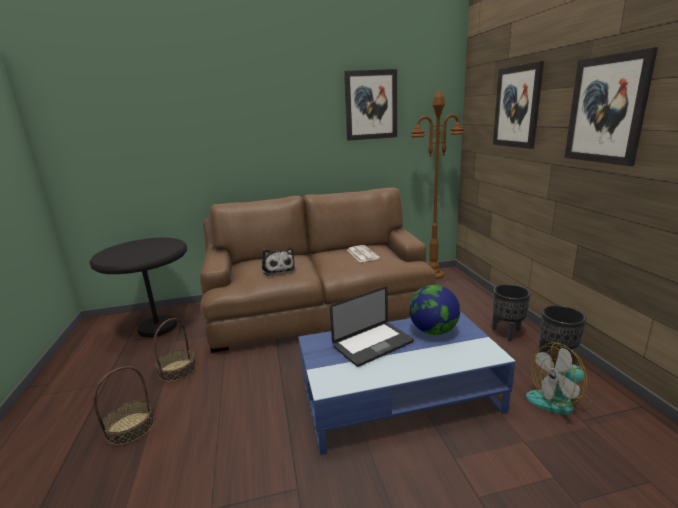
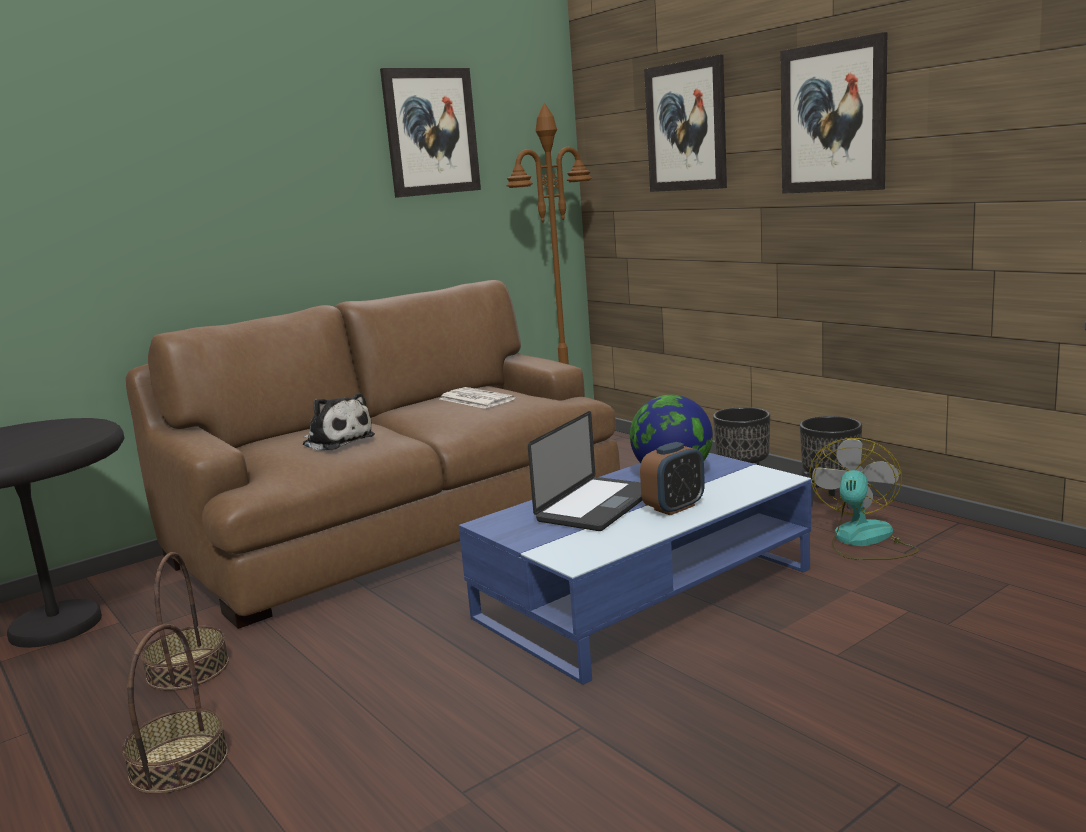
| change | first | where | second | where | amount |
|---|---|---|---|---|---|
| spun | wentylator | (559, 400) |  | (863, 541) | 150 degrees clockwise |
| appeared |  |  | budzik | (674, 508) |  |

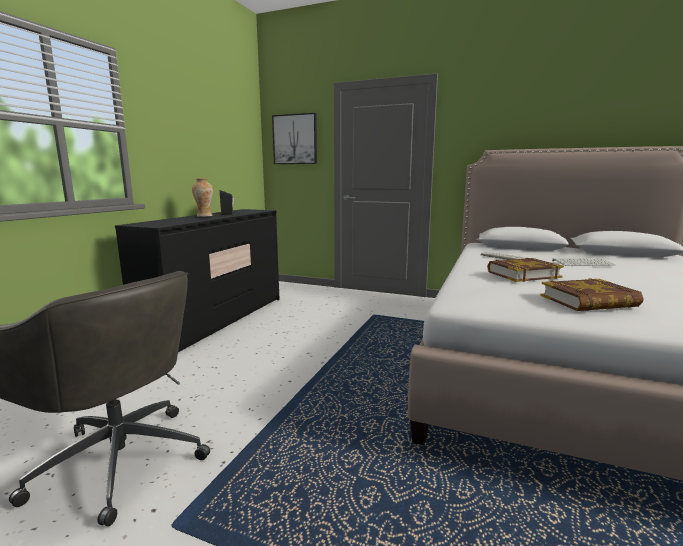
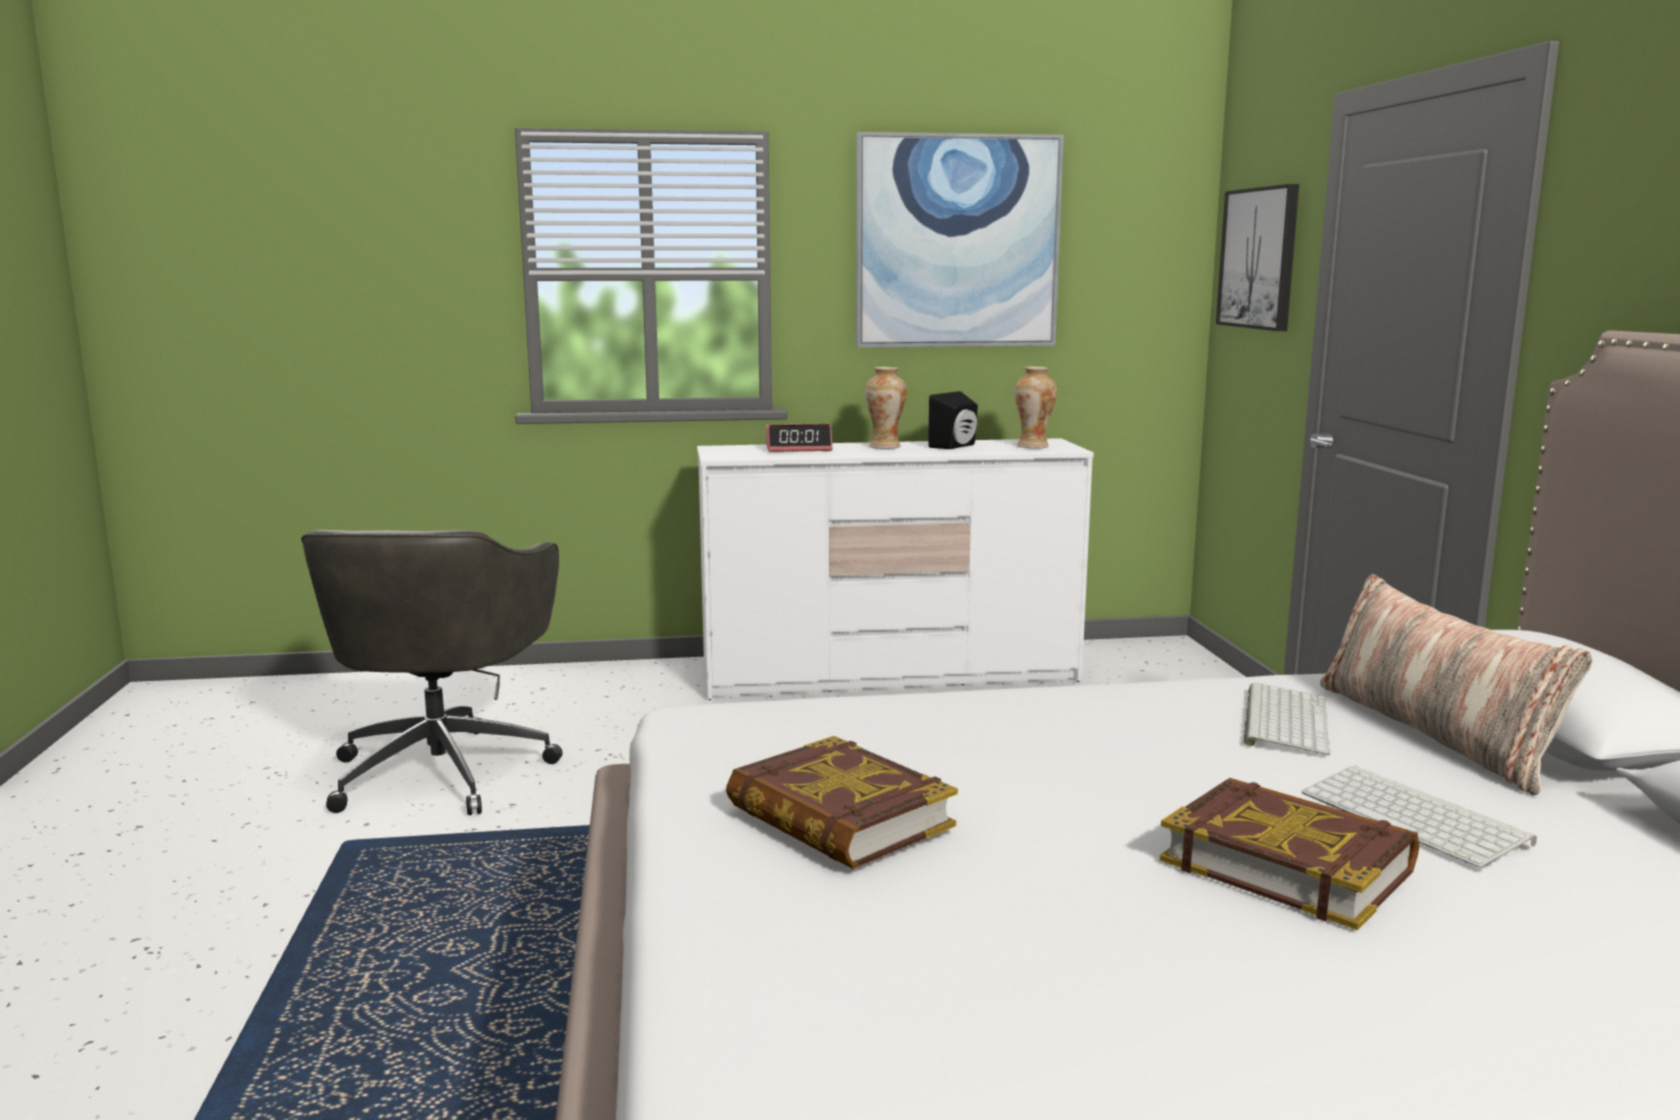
| change | first | where | second | where | amount |
|---|---|---|---|---|---|
| colour | komoda/czarny | (218, 321) | komoda/biały | (890, 675) |  |
| relocated | książka | (523, 274) |  | (1287, 864) |  |
| appeared |  |  | budzik | (799, 448) |  |
| appeared |  |  | obraz | (957, 242) |  |
| appeared |  |  | wazon | (1033, 446) |  |
| appeared |  |  | poduszka | (1435, 733) |  |

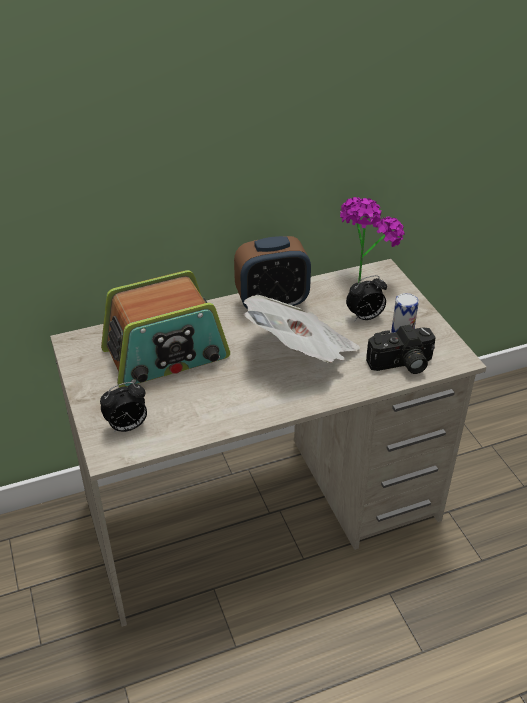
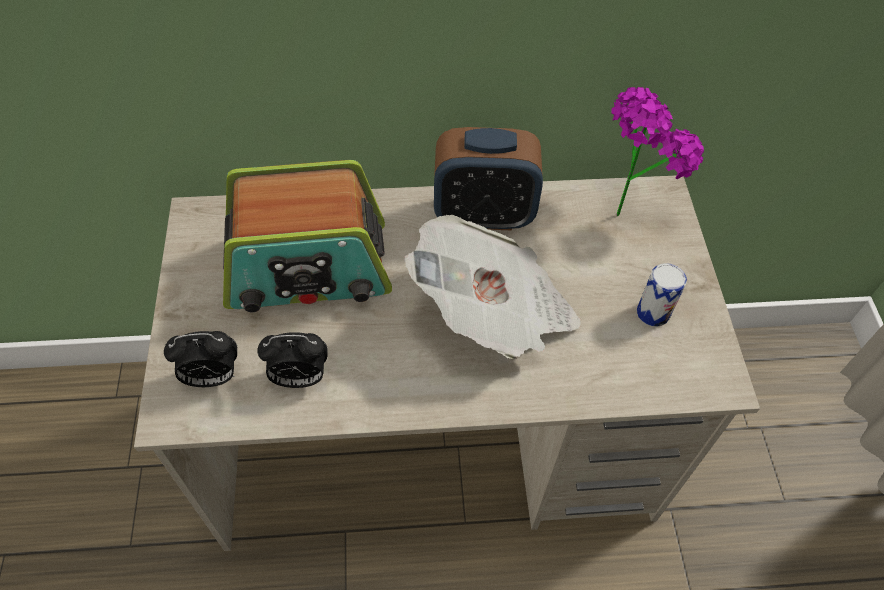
| change | first | where | second | where | amount |
|---|---|---|---|---|---|
| relocated | budzik | (365, 317) |  | (299, 378) |  |
| missing | aparat fotograficzny | (401, 364) |  |  |  |

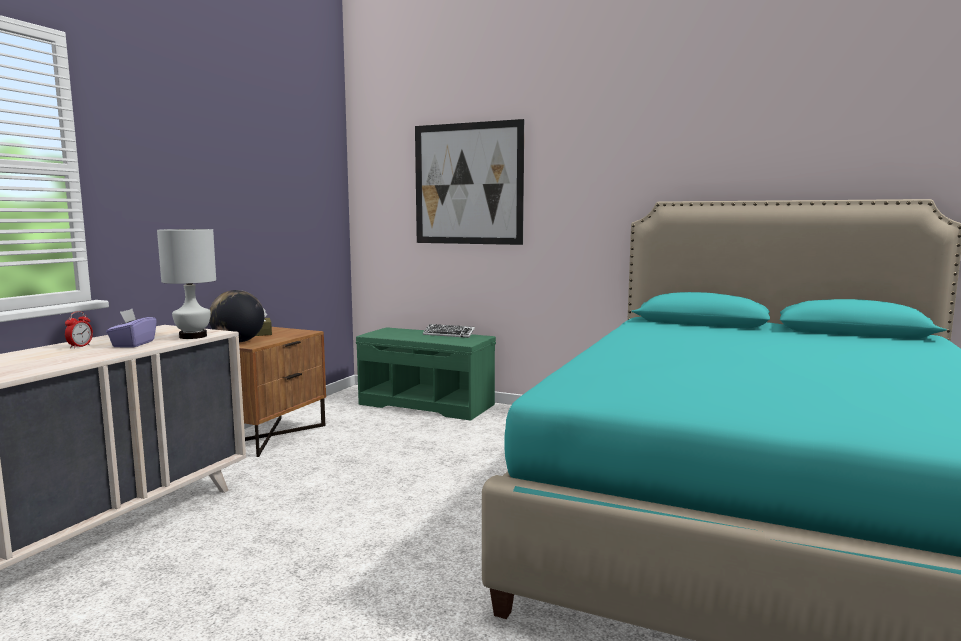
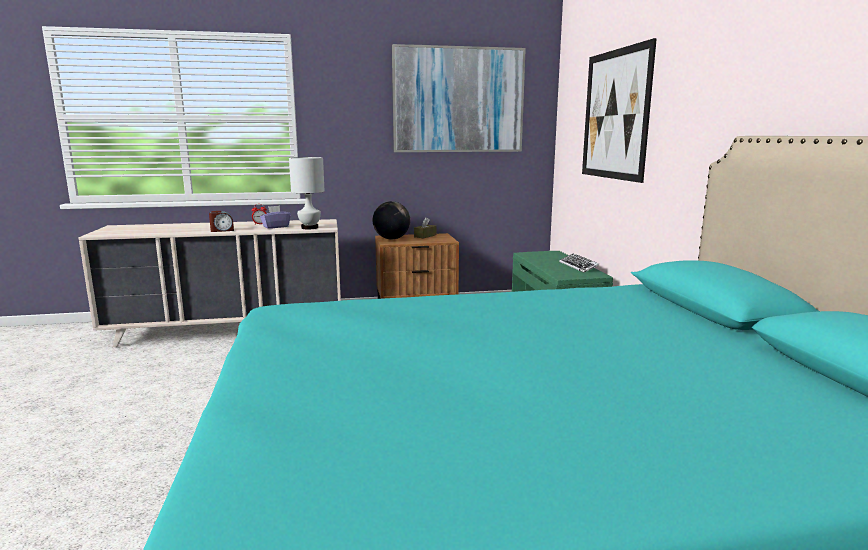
| change | first | where | second | where | amount |
|---|---|---|---|---|---|
| appeared |  |  | budzik | (222, 230) |  |
| appeared |  |  | obraz | (458, 100) |  |

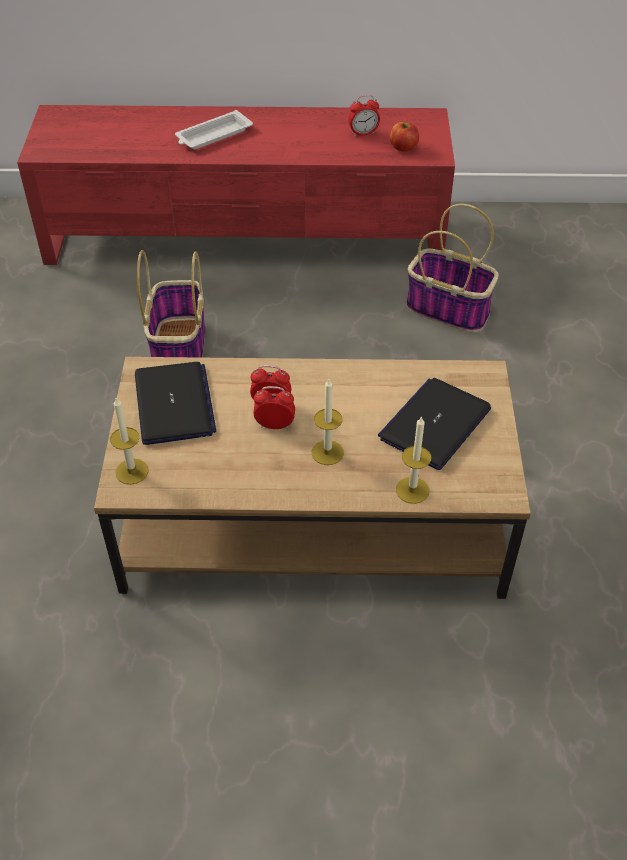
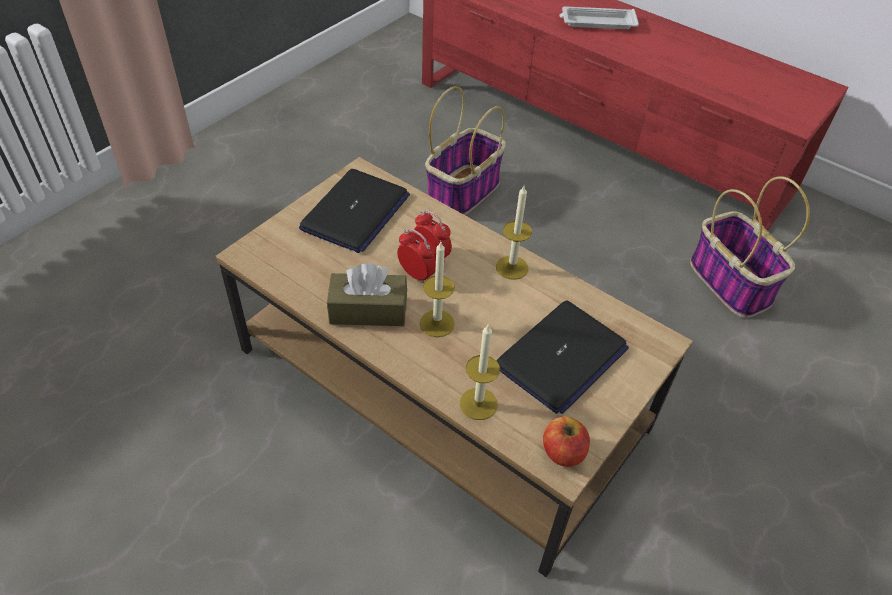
| change | first | where | second | where | amount |
|---|---|---|---|---|---|
| relocated | świeca | (132, 471) |  | (512, 267) |  |
| missing | budzik | (363, 133) |  |  |  |
| spun | laptop | (435, 424) |  | (561, 357) | 150 degrees clockwise |
| relocated | jabłko | (403, 147) |  | (563, 452) |  |
| appeared |  |  | pudełko chusteczek/brązowy | (368, 310) |  |

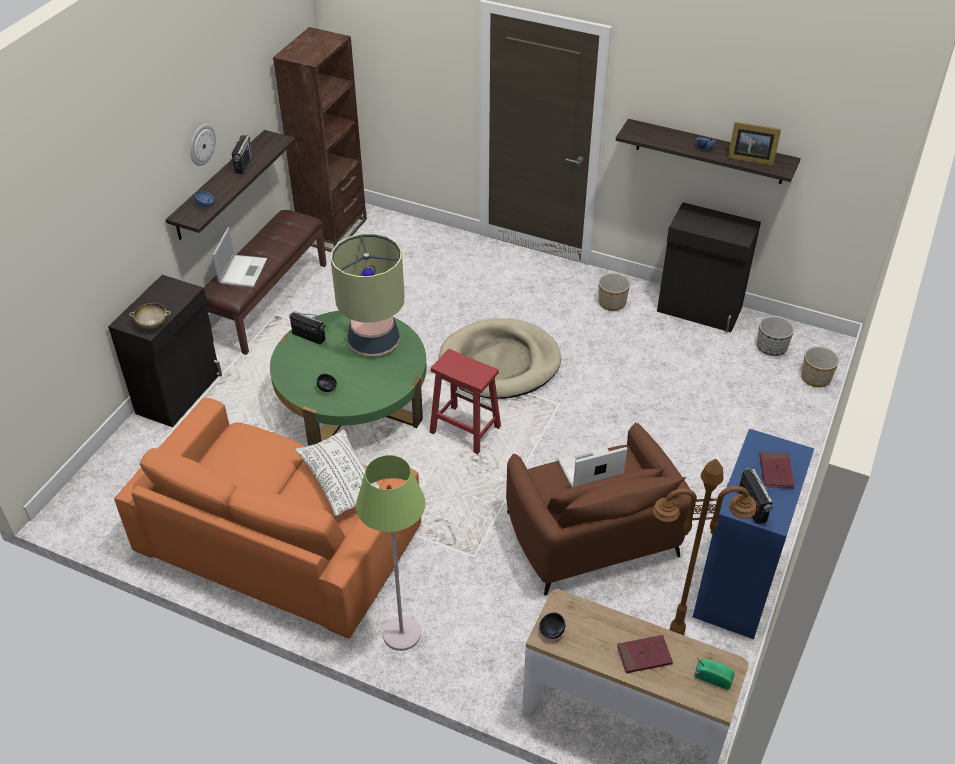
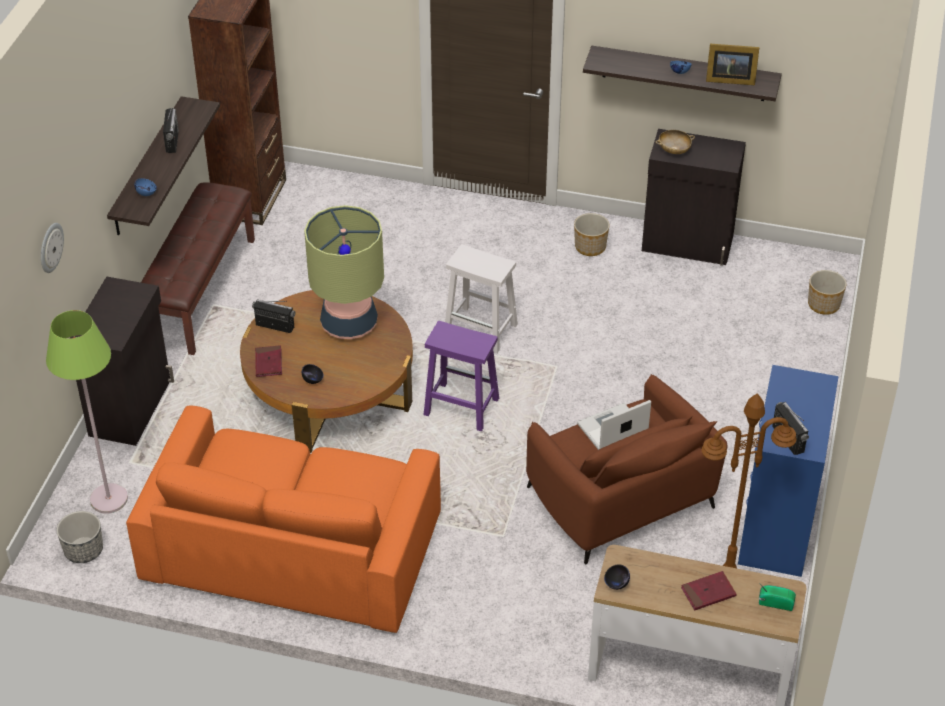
| change | first | where | second | where | amount |
|---|---|---|---|---|---|
| relocated | miska/beżowy | (152, 323) |  | (674, 150) |  |
| relocated | zegar ścienny | (201, 144) |  | (50, 247) |  |
| missing | laptop | (243, 271) |  |  |  |
| colour | ława/zielony | (352, 401) | ława/brązowy | (329, 392) |  |
| missing | poduszka/biały | (341, 480) |  |  |  |
| relocated | lampa stojąca/zielony | (401, 634) |  | (108, 499) |  |
| colour | stołek/czerwony | (464, 429) | stołek/fioletowy | (460, 406) |  |
| exchanged | legowisko/beżowy | (500, 363) | stołek/biały | (481, 330) |  |
| relocated | donica | (771, 347) |  | (83, 550) |  |
| relocated | książka/czerwony | (776, 472) |  | (268, 363) |  |

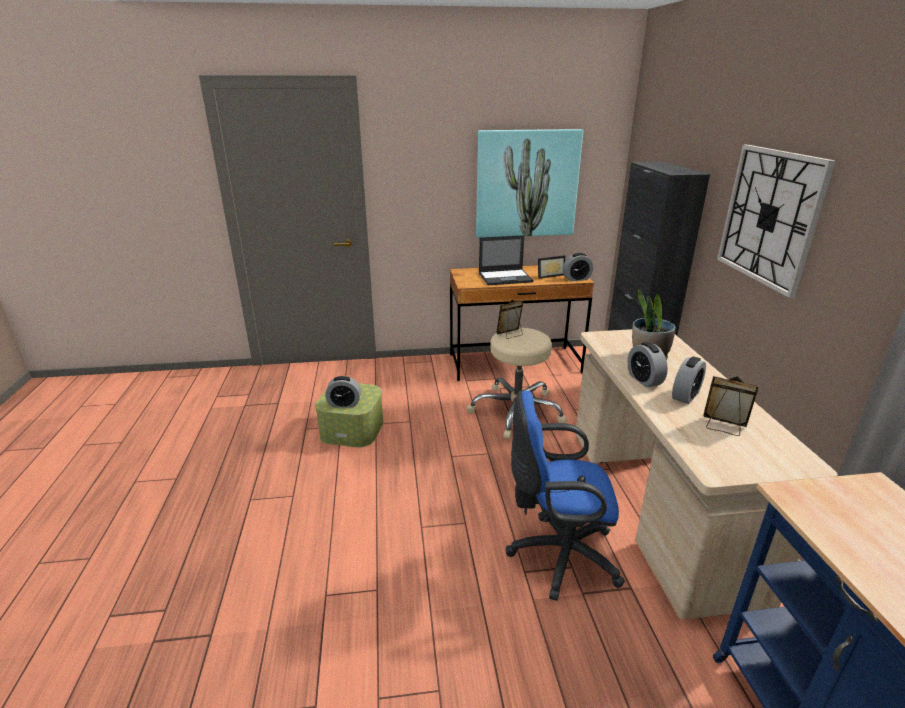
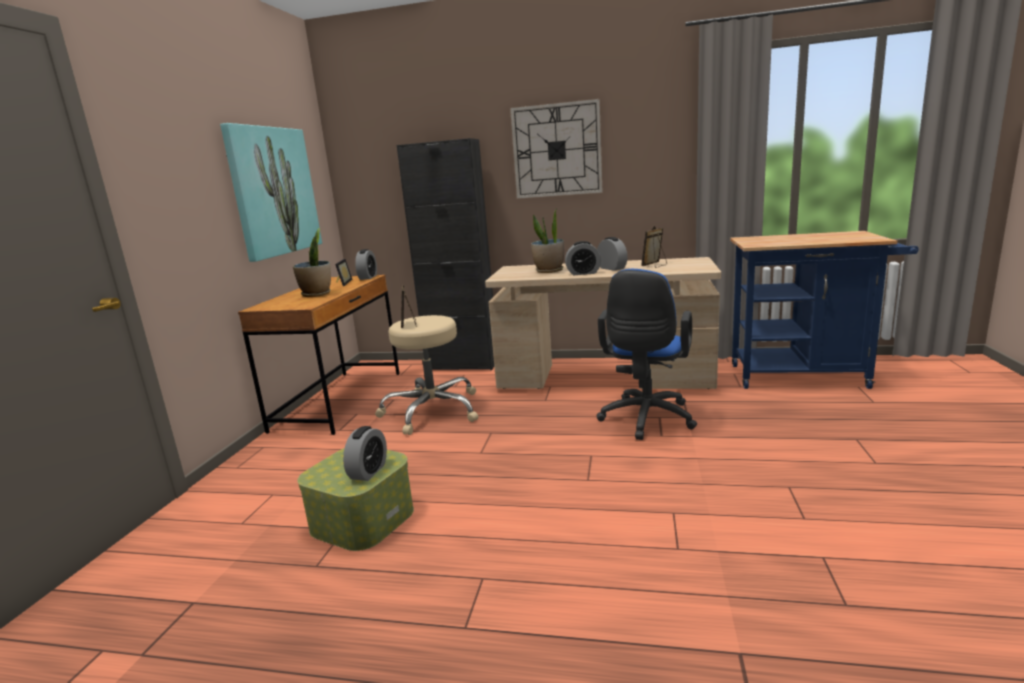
| change | first | where | second | where | amount |
|---|---|---|---|---|---|
| exchanged | laptop | (505, 277) | roślina doniczkowa | (317, 294) |  |

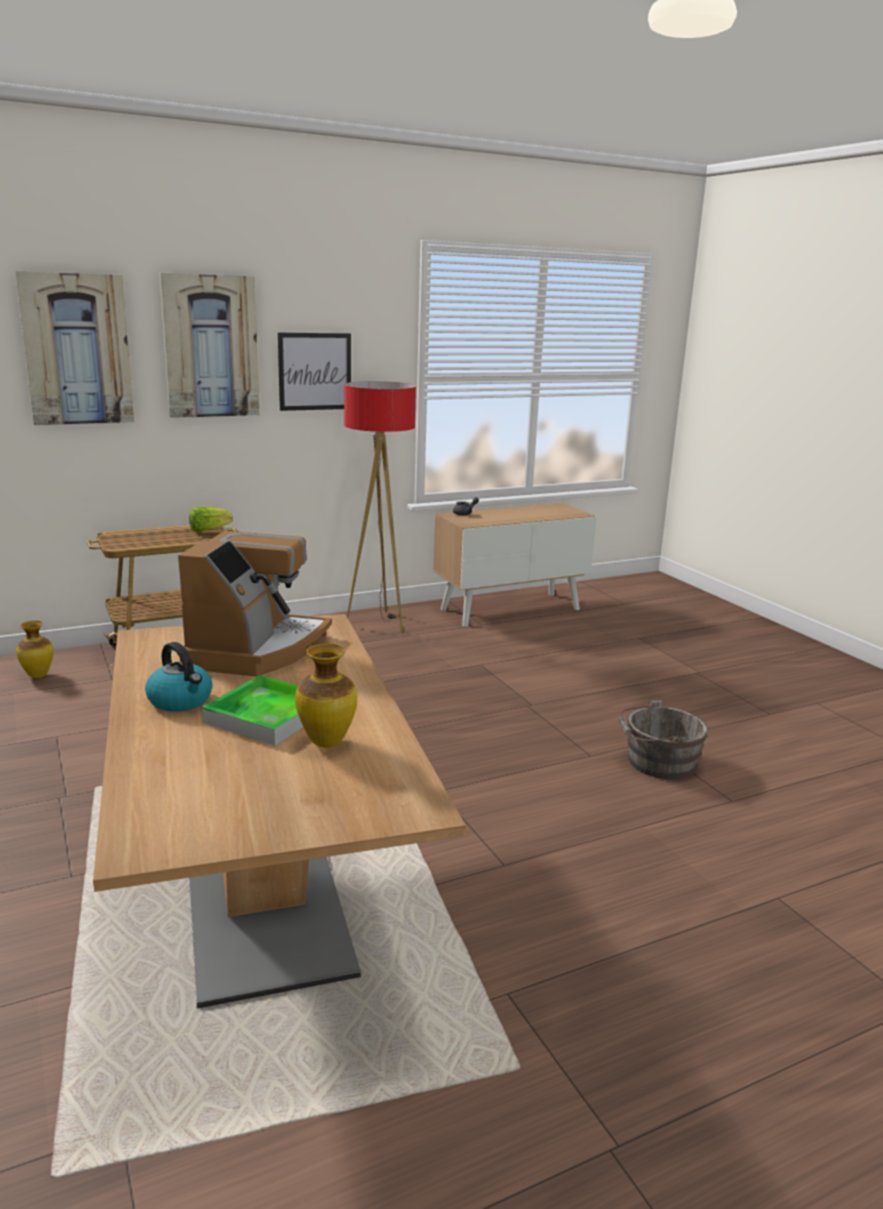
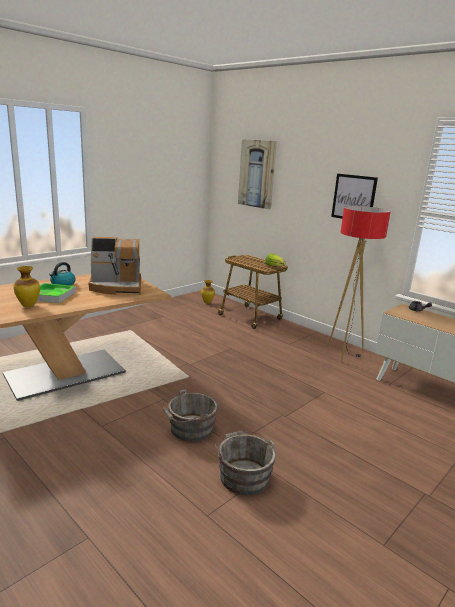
| change | first | where | second | where | amount |
|---|---|---|---|---|---|
| missing | obraz | (210, 346) |  |  |  |
| appeared |  |  | wiadro/szary | (189, 429) |  |

